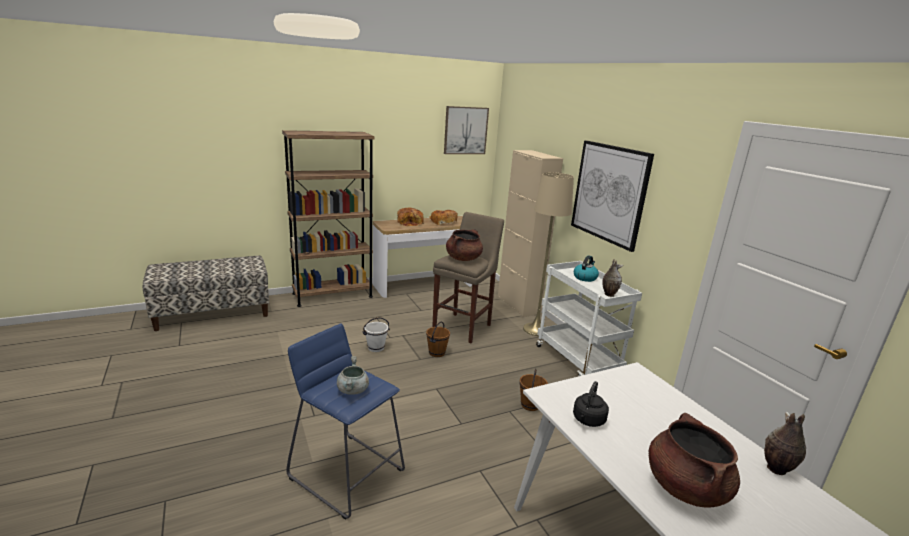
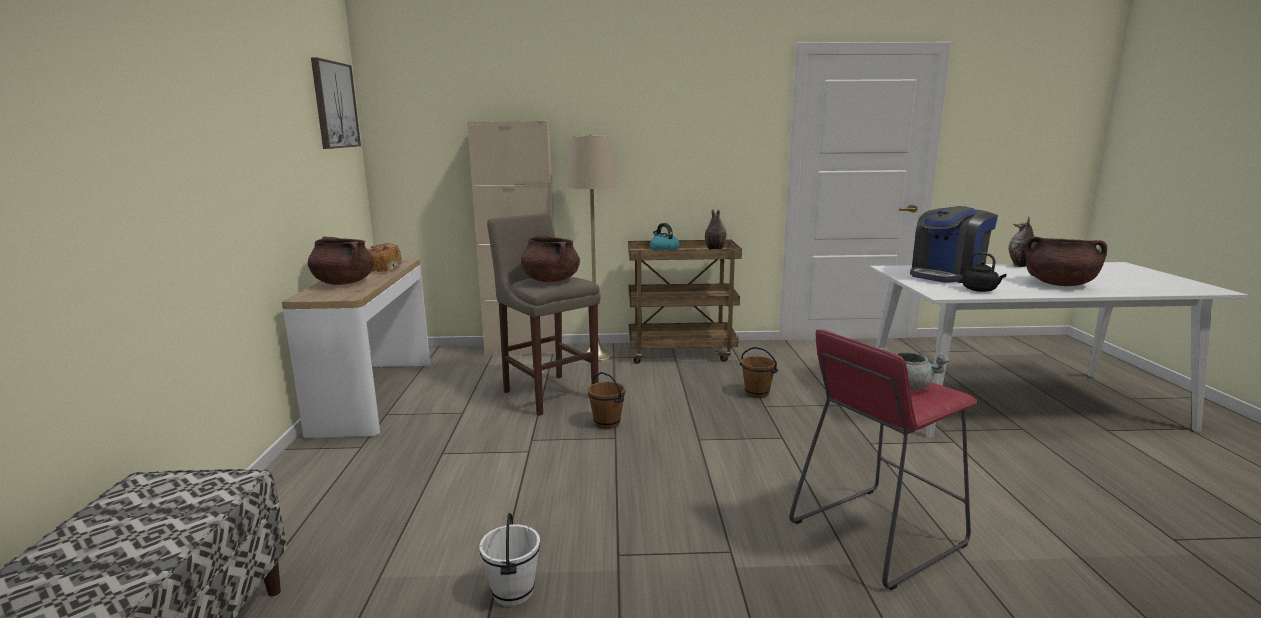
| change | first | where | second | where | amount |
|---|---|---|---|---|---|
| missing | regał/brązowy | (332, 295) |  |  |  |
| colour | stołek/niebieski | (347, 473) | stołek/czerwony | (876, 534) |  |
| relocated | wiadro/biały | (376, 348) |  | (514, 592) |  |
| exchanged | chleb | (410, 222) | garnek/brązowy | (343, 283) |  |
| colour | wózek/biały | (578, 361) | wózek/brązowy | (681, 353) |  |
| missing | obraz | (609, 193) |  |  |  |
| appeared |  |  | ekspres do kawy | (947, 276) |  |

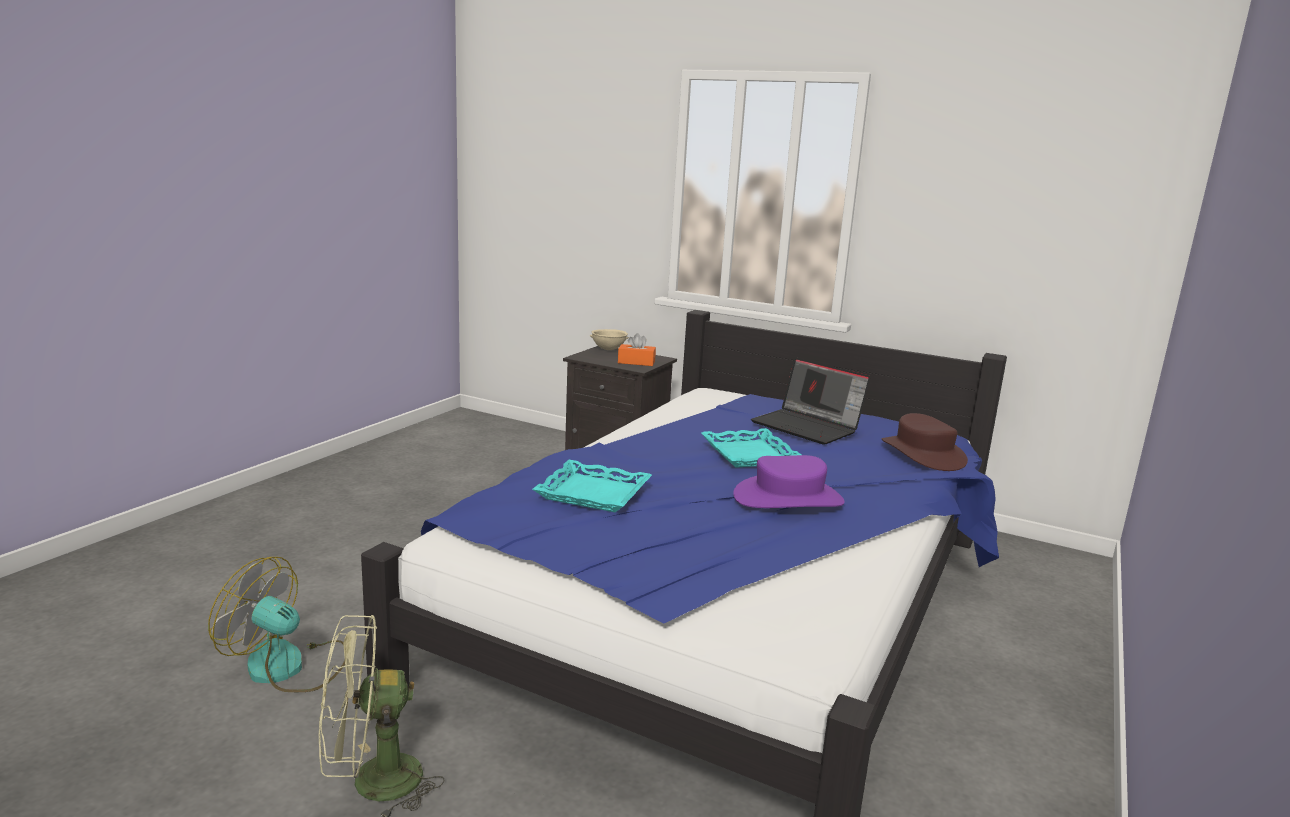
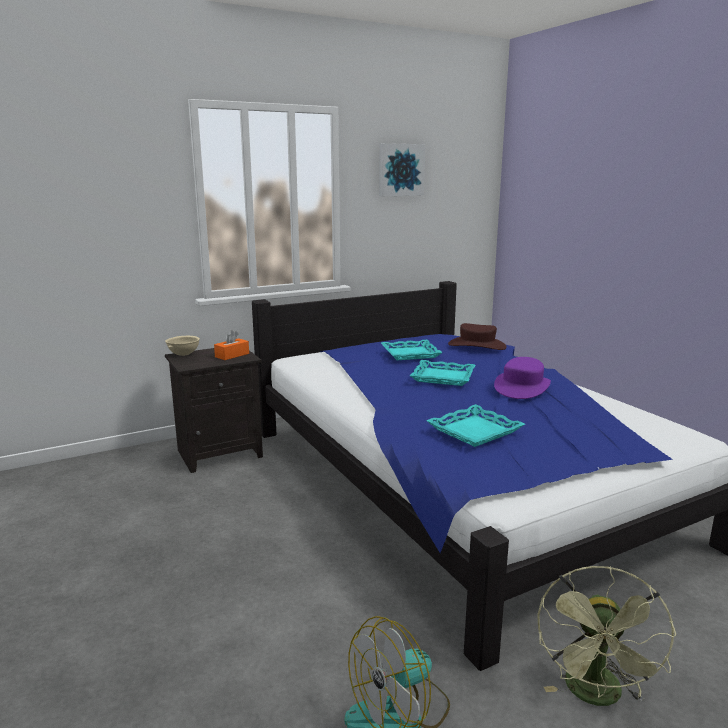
| change | first | where | second | where | amount |
|---|---|---|---|---|---|
| exchanged | laptop | (808, 427) | taca/turkusowy | (410, 354) |  |
| appeared |  |  | obraz | (400, 170) |  |

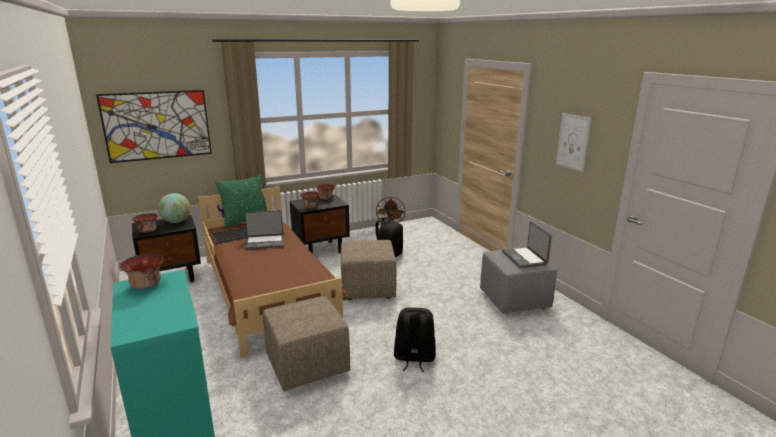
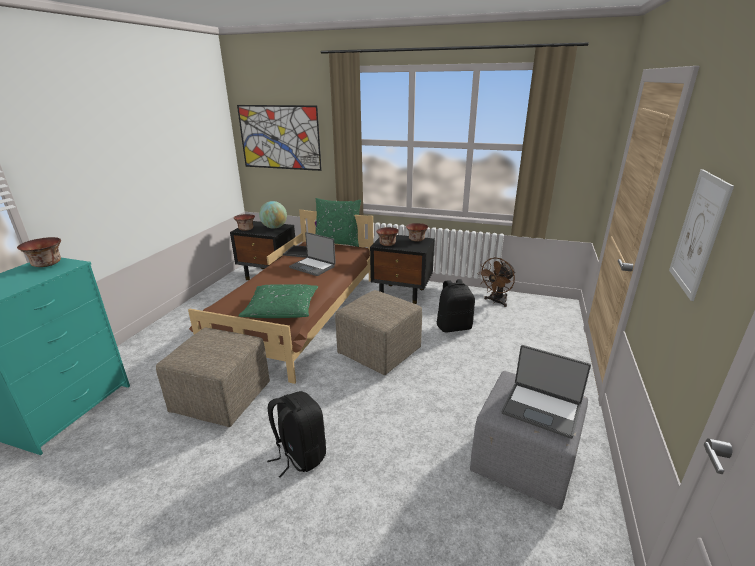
| change | first | where | second | where | amount |
|---|---|---|---|---|---|
| spun | laptop | (525, 258) |  | (541, 409) | 90 degrees counterclockwise |
| appeared |  |  | poduszka/zielony | (281, 309) |  |

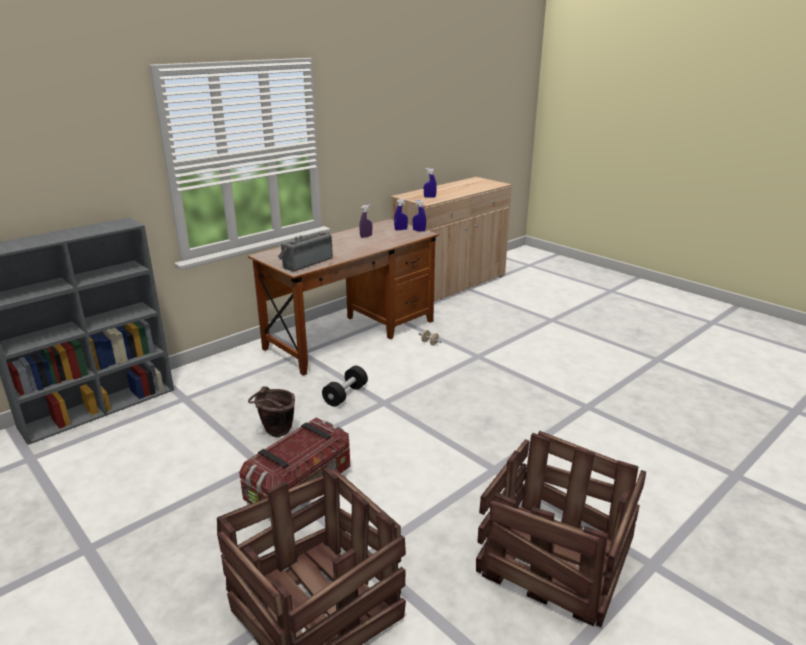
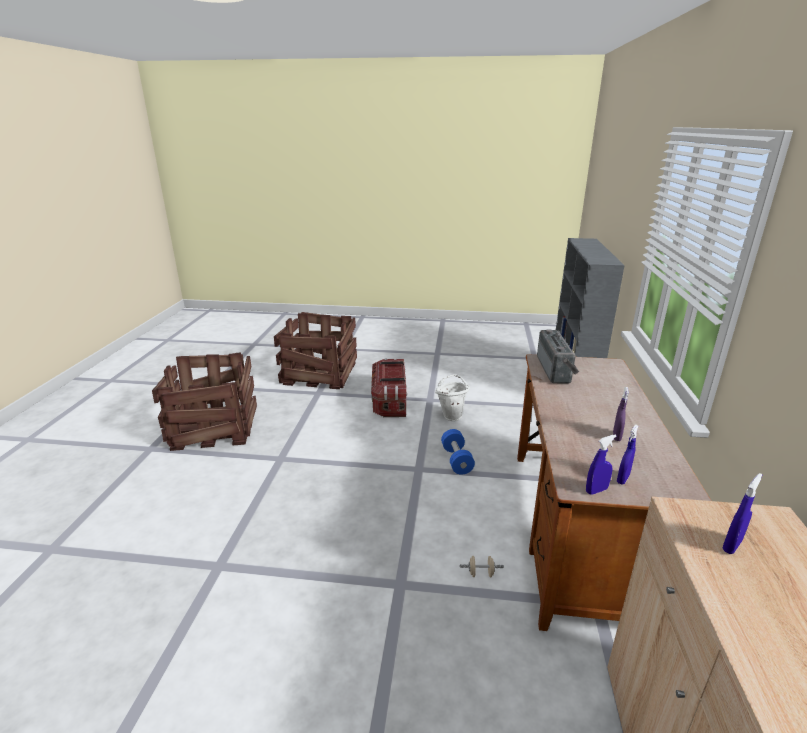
| change | first | where | second | where | amount |
|---|---|---|---|---|---|
| colour | wiadro/brązowy | (275, 433) | wiadro/biały | (451, 415) |  |
| colour | hantel/czarny | (345, 395) | hantel/niebieski | (456, 460) |  |

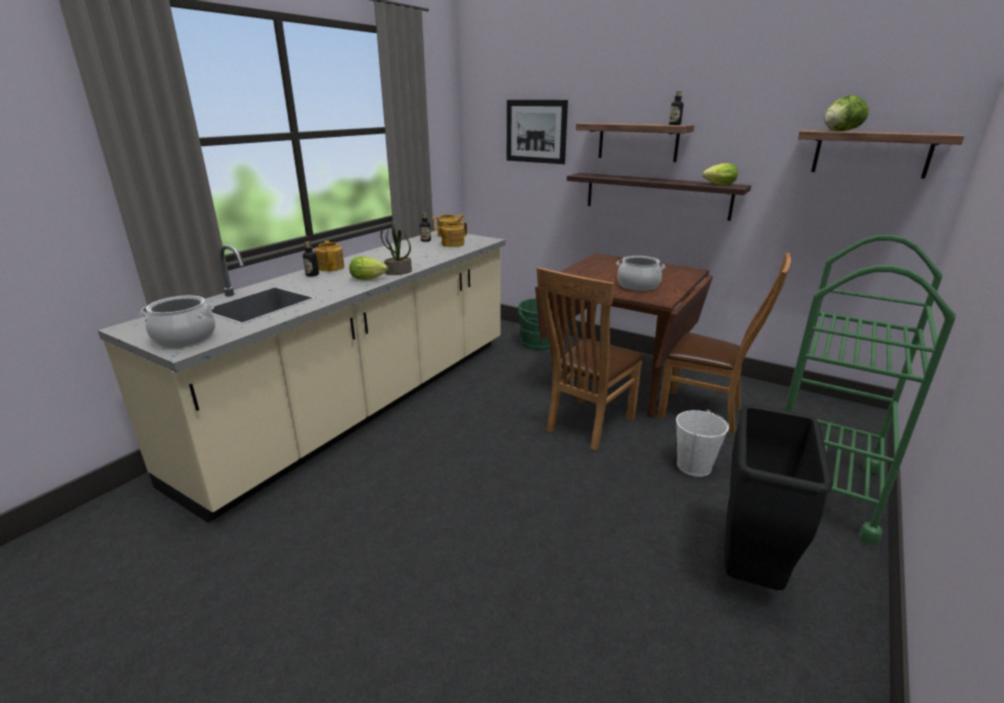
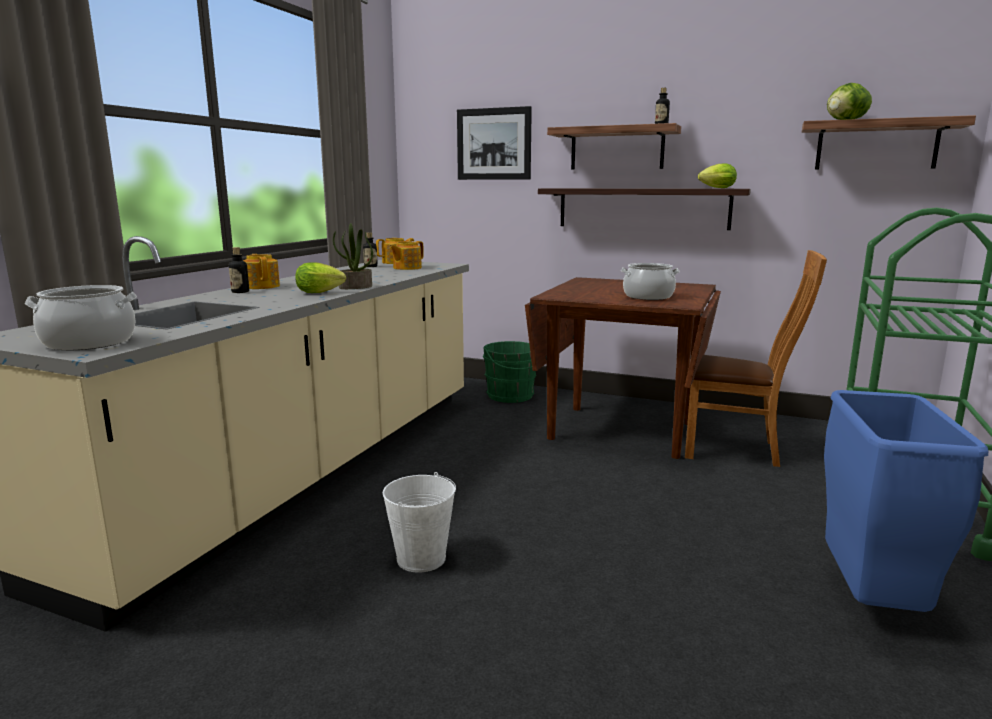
| change | first | where | second | where | amount |
|---|---|---|---|---|---|
| missing | krzesło/brązowy | (586, 426) |  |  |  |
| relocated | wiadro/biały | (693, 466) |  | (420, 558) |  |
| colour | kosz na śmieci/czarny | (750, 569) | kosz na śmieci/niebieski | (871, 602) |  |

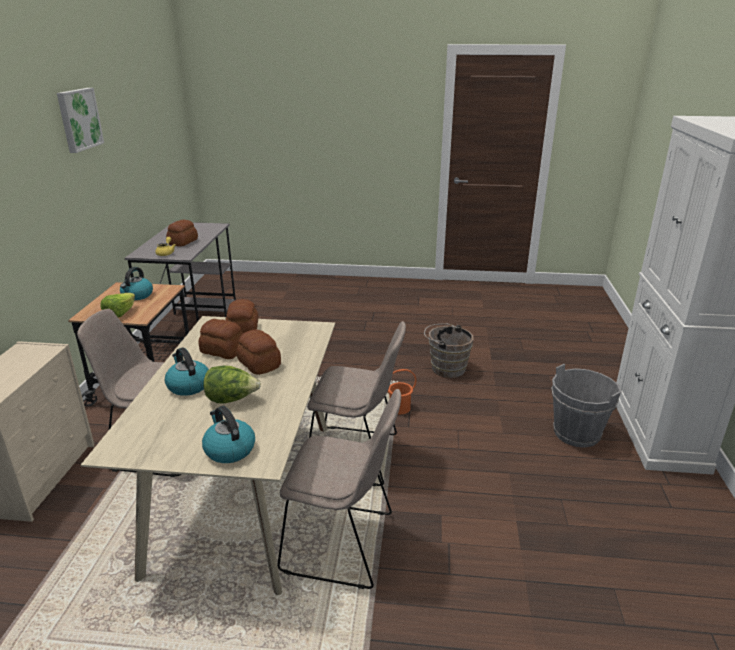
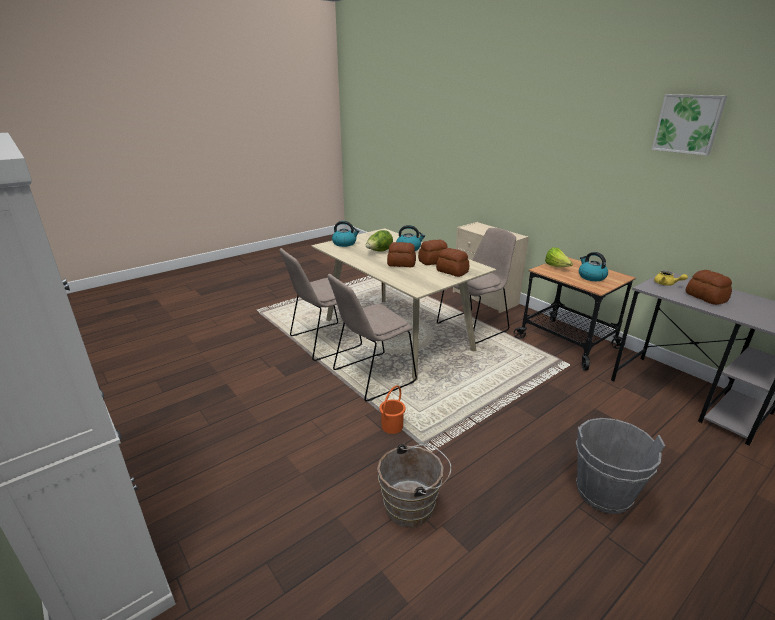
| change | first | where | second | where | amount |
|---|---|---|---|---|---|
| relocated | wiadro/szary | (577, 433) |  | (603, 493) |  |

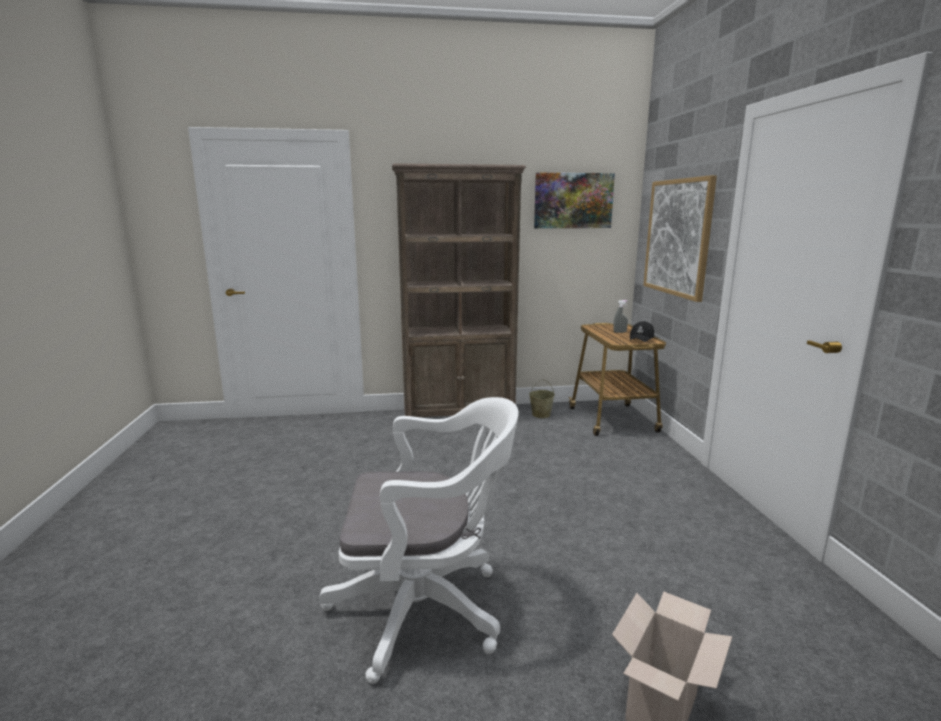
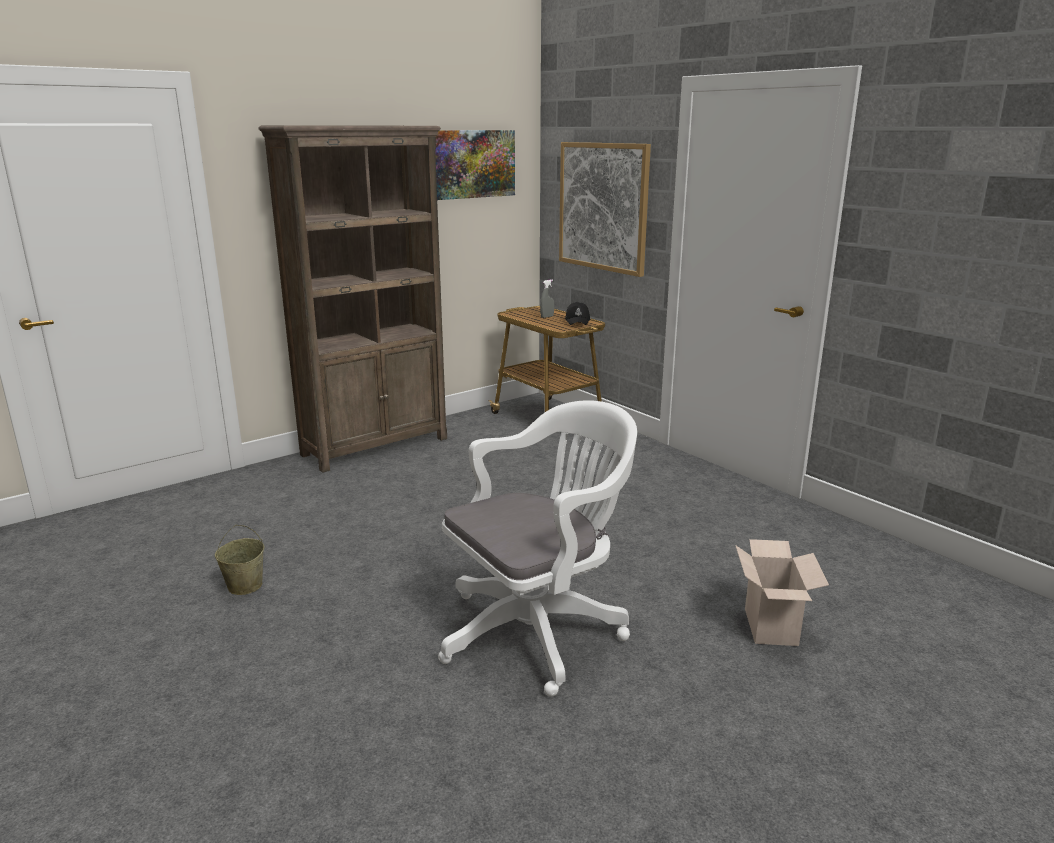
| change | first | where | second | where | amount |
|---|---|---|---|---|---|
| relocated | wiadro/beżowy | (541, 414) |  | (245, 585) |  |

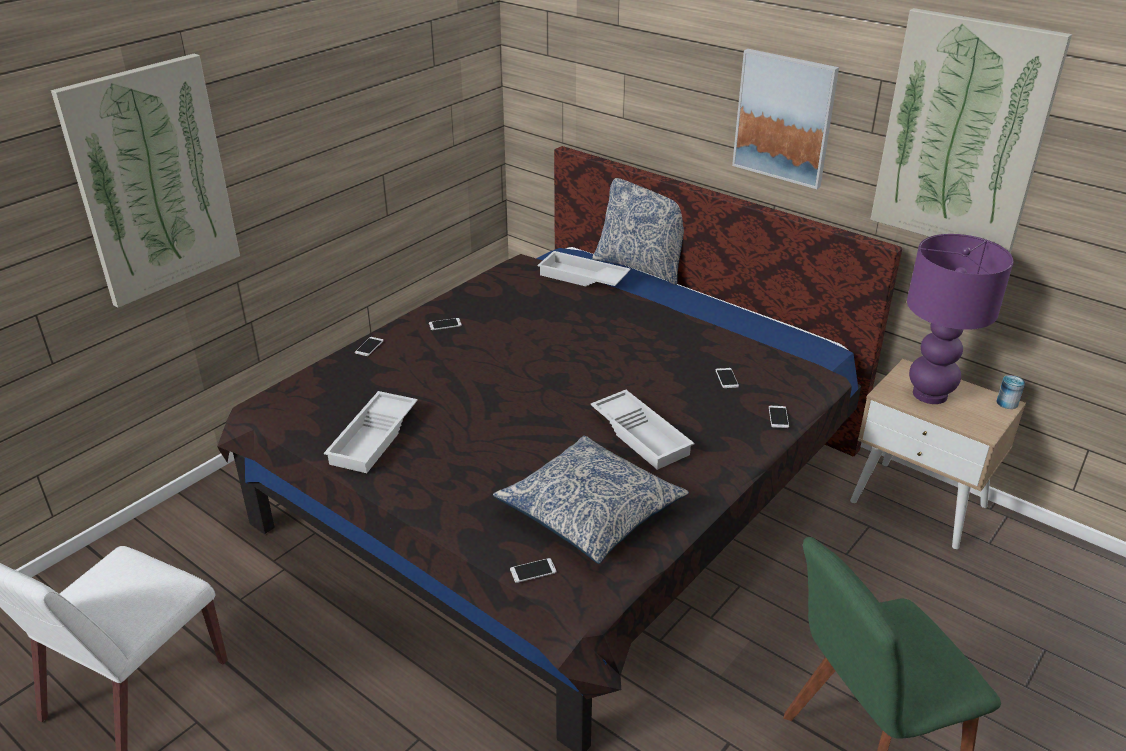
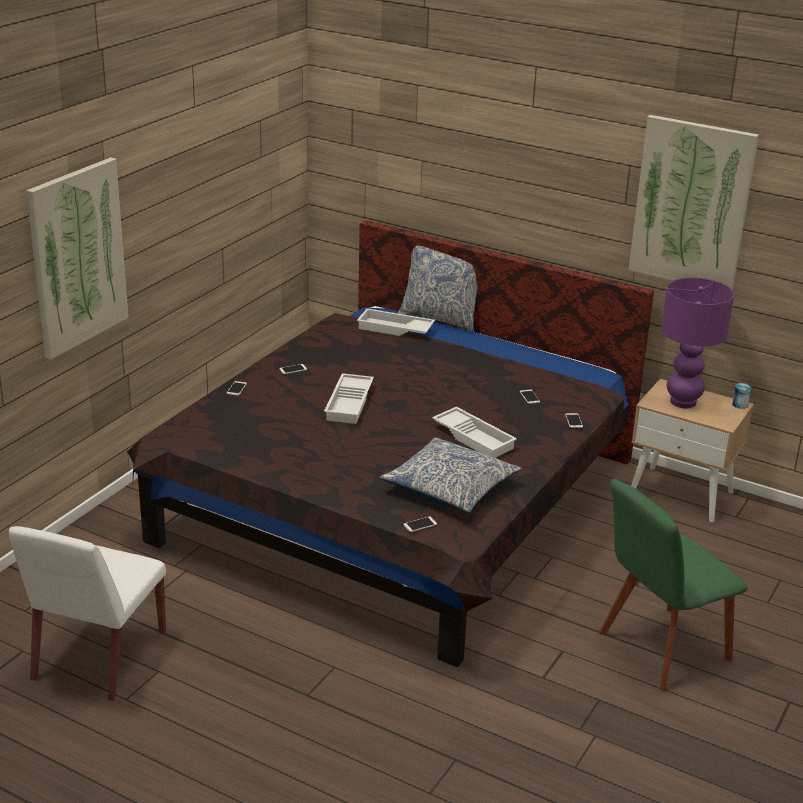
| change | first | where | second | where | amount |
|---|---|---|---|---|---|
| relocated | taca/biały | (375, 438) |  | (350, 403) |  |
| missing | obraz | (784, 118) |  |  |  |

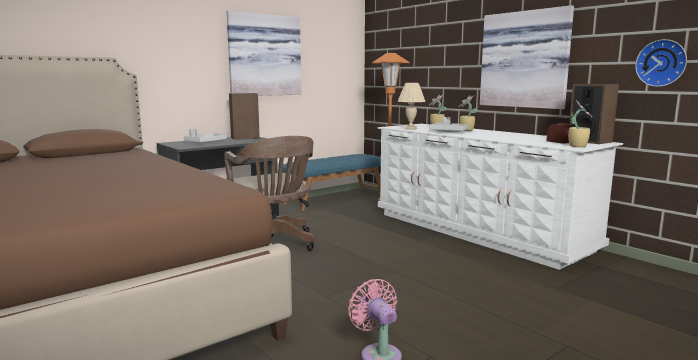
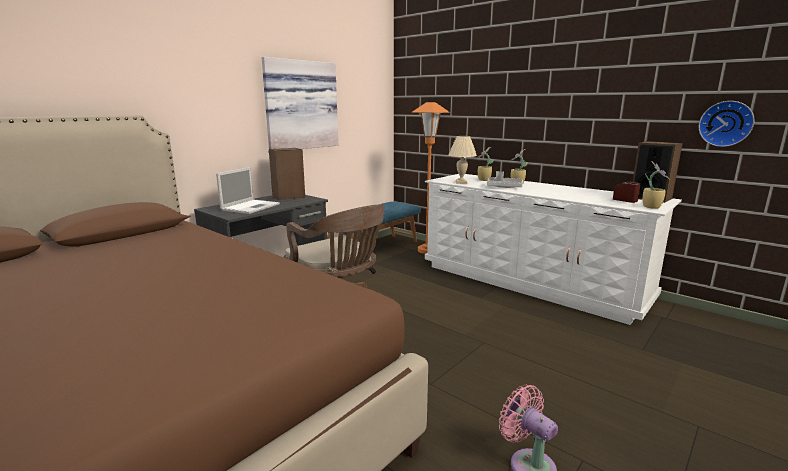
| change | first | where | second | where | amount |
|---|---|---|---|---|---|
| exchanged | taca/szary | (205, 143) | laptop | (251, 207) |  |
| missing | obraz | (525, 60) |  |  |  |

